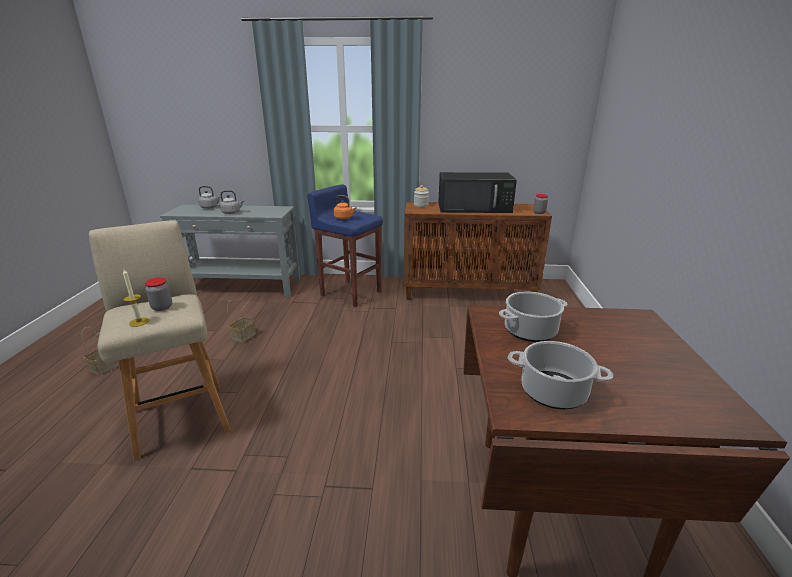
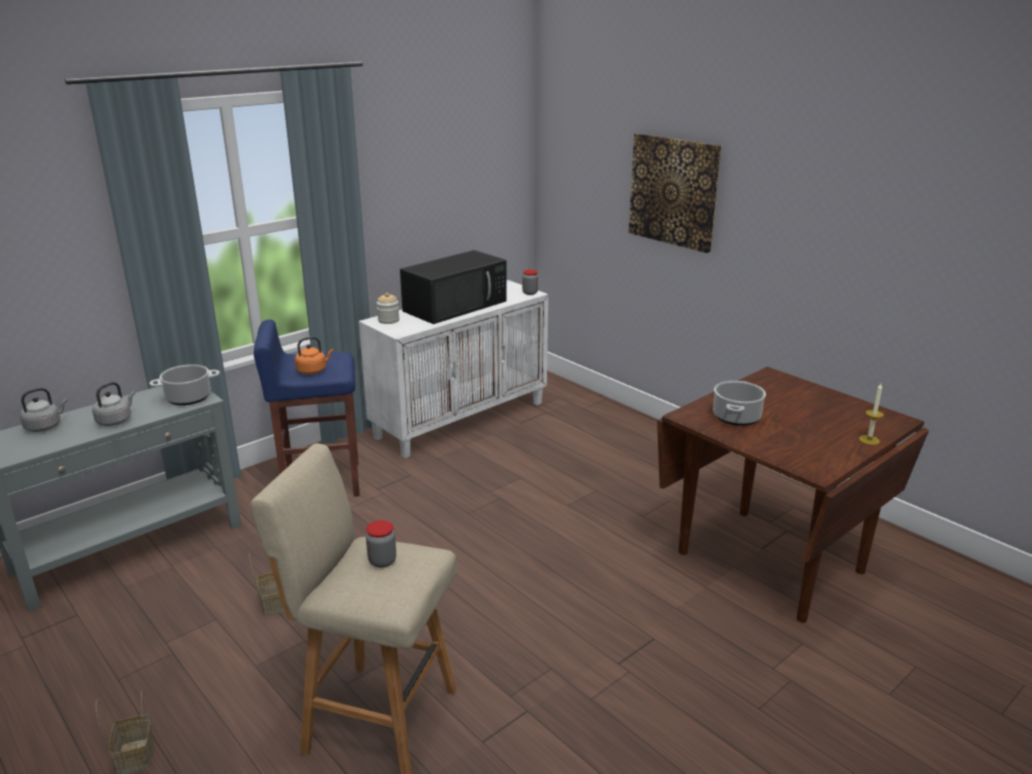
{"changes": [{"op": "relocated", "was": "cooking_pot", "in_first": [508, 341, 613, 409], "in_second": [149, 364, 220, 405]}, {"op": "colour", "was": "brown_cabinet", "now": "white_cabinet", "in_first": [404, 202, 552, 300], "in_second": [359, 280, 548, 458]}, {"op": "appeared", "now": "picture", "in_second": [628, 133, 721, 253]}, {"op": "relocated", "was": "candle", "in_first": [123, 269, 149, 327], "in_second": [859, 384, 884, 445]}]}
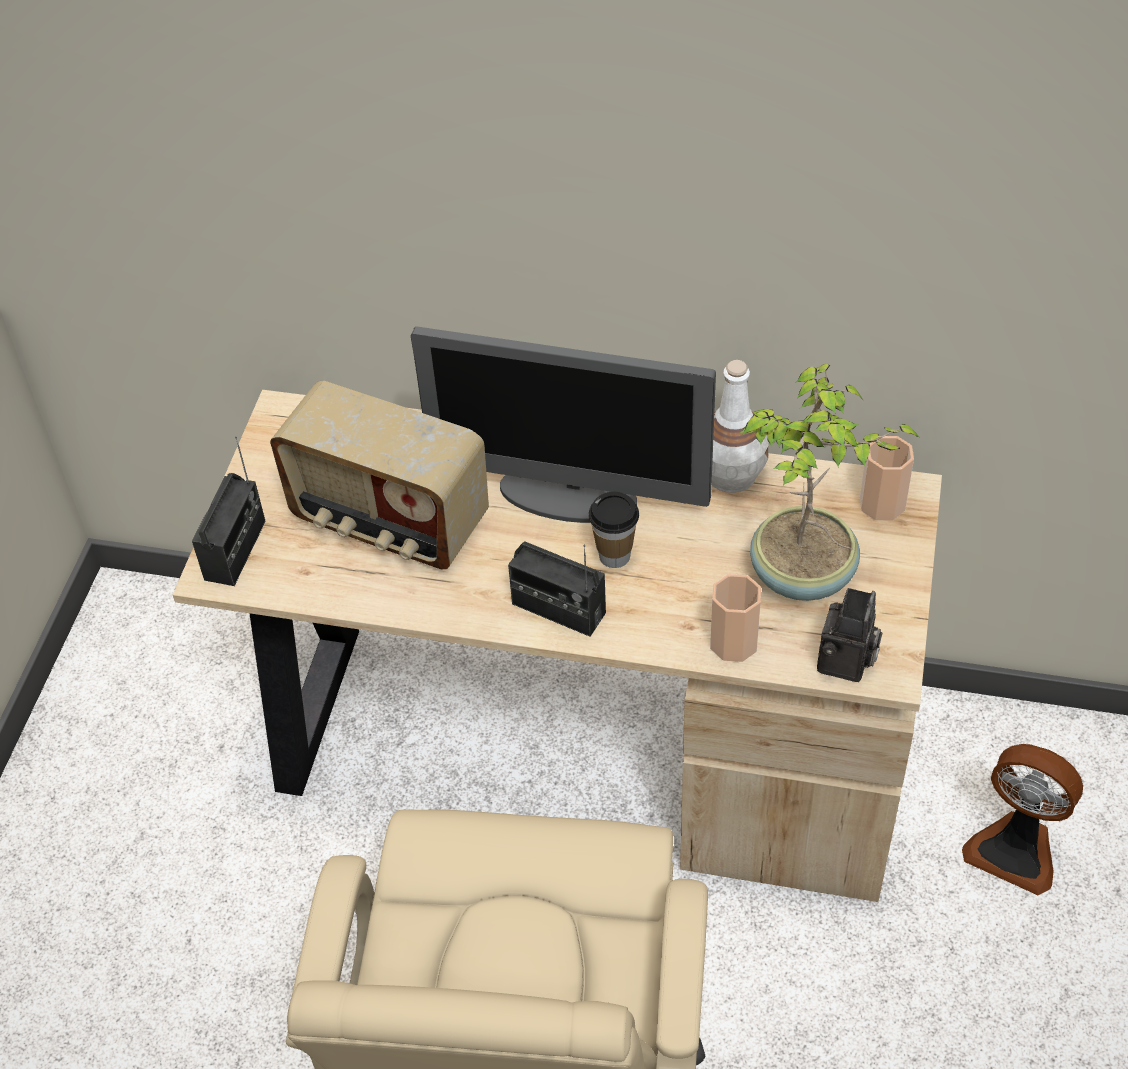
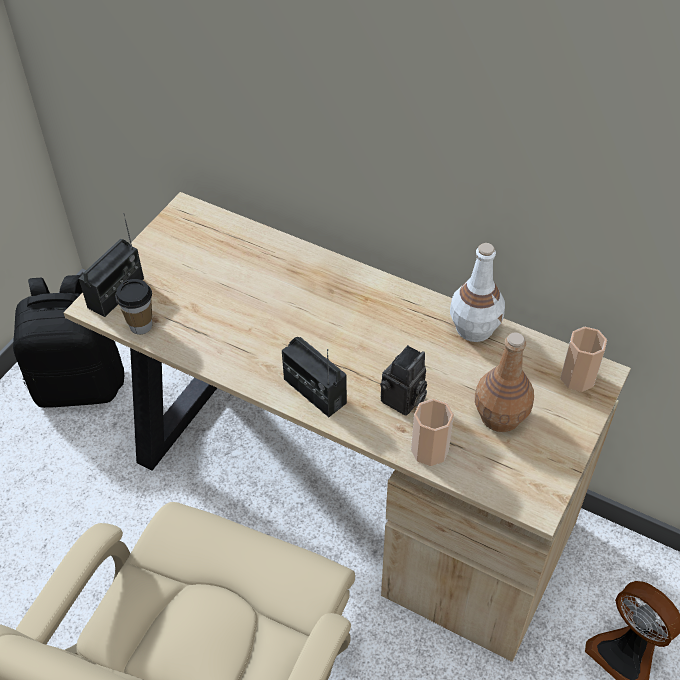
{"changes": [{"op": "appeared", "now": "black_backpack", "in_second": [13, 275, 124, 408]}, {"op": "relocated", "was": "cup", "in_first": [589, 492, 639, 568], "in_second": [115, 279, 152, 335]}, {"op": "relocated", "was": "photo_camera", "in_first": [817, 588, 882, 682], "in_second": [380, 345, 427, 416]}, {"op": "exchanged", "was": "potted_plant", "now": "brown_bottle", "in_first": [740, 364, 919, 601], "in_second": [475, 332, 534, 432]}, {"op": "missing", "was": "radio", "in_first": [270, 381, 489, 570]}, {"op": "missing", "was": "monitor", "in_first": [411, 327, 716, 523]}]}
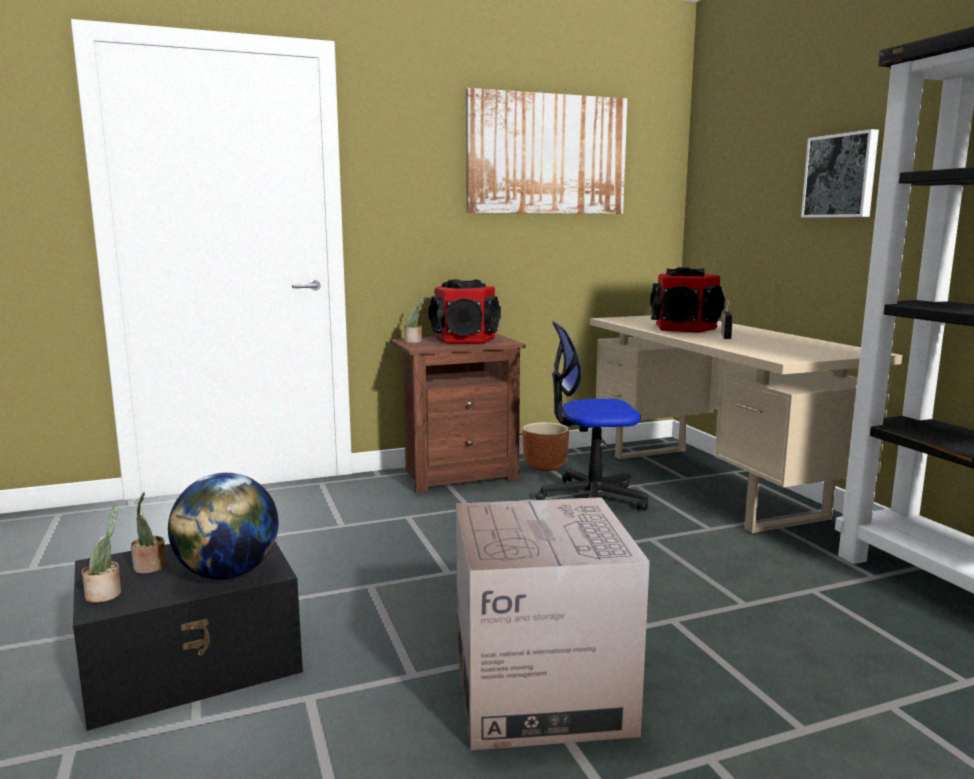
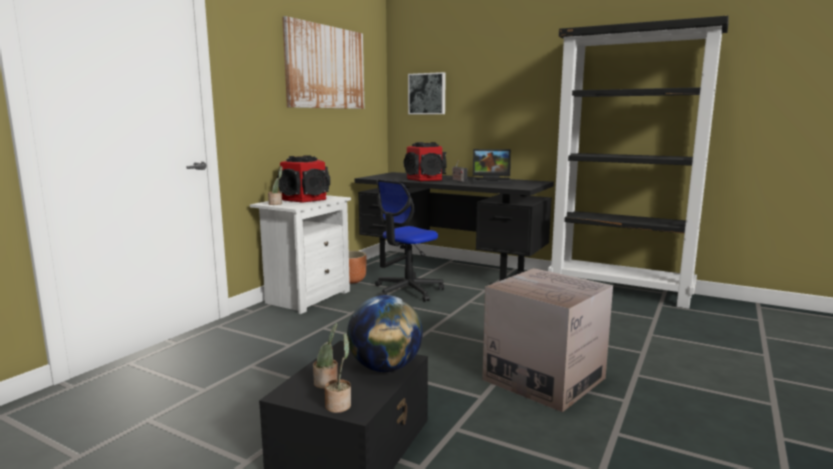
{"changes": [{"op": "colour", "was": "brown_nightstand", "now": "white_nightstand", "in_first": [390, 333, 526, 493], "in_second": [250, 195, 351, 314]}, {"op": "colour", "was": "beige_desk", "now": "black_desk", "in_first": [590, 315, 902, 534], "in_second": [355, 172, 554, 281]}, {"op": "relocated", "was": "picture", "in_first": [801, 129, 879, 218], "in_second": [408, 72, 446, 114]}, {"op": "appeared", "now": "laptop", "in_second": [473, 149, 512, 184]}]}
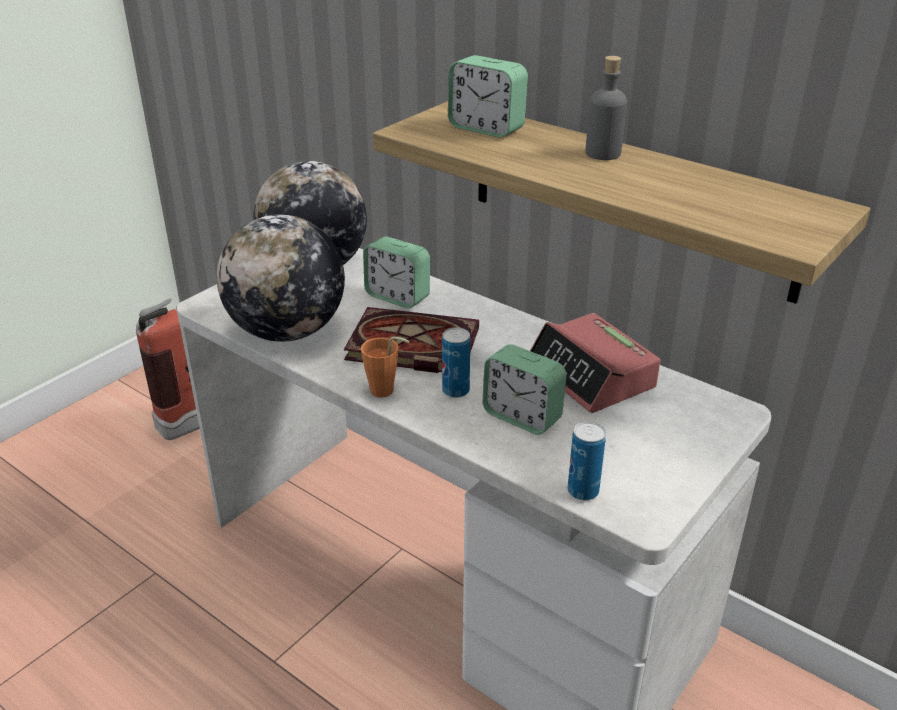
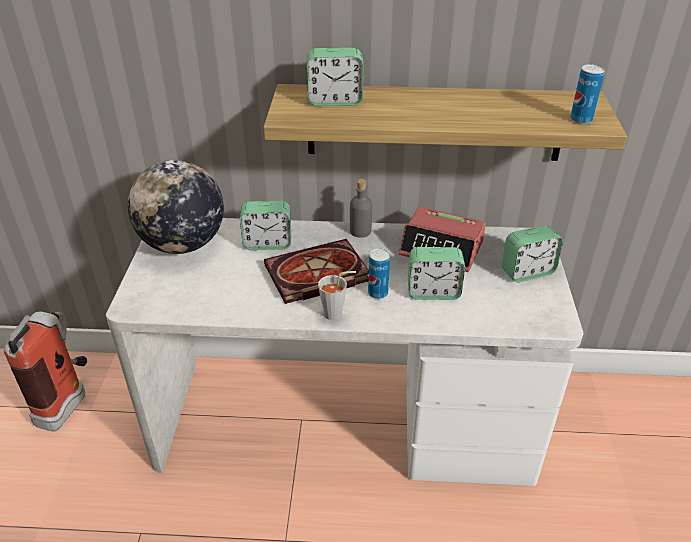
{"changes": [{"op": "colour", "was": "orange_cup", "now": "grey_cup", "in_first": [361, 337, 409, 398], "in_second": [318, 271, 356, 320]}, {"op": "relocated", "was": "grey_bottle", "in_first": [585, 56, 627, 160], "in_second": [350, 179, 372, 238]}, {"op": "appeared", "now": "alarm_clock", "in_second": [502, 225, 563, 282]}, {"op": "relocated", "was": "can", "in_first": [568, 421, 606, 500], "in_second": [570, 64, 605, 124]}, {"op": "missing", "was": "globe", "in_first": [217, 215, 345, 342]}]}
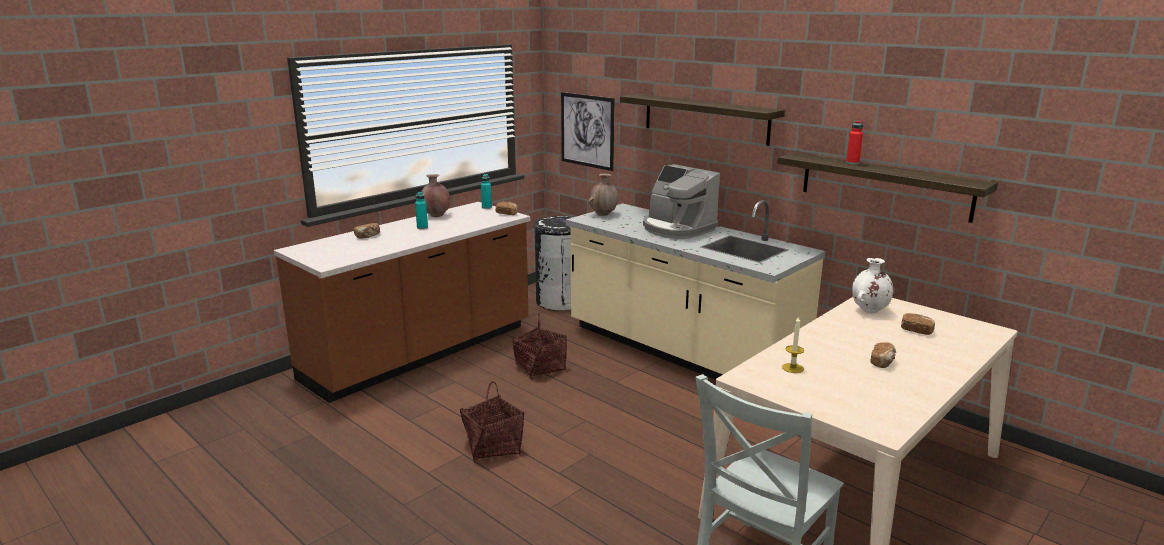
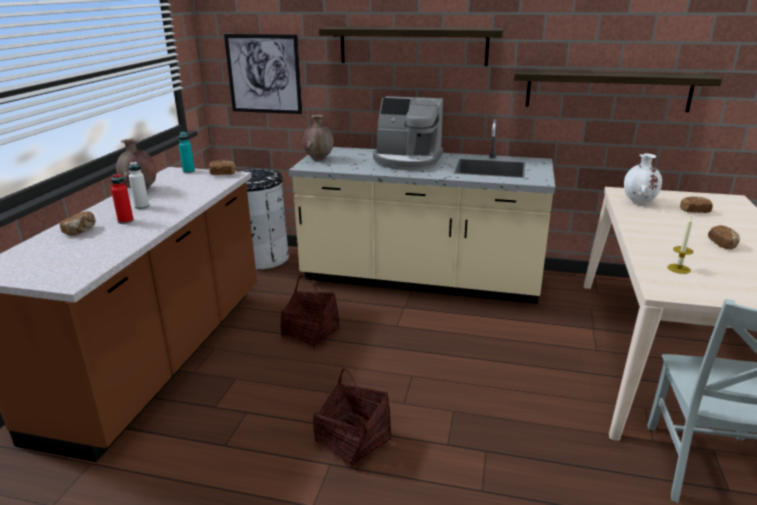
{"changes": [{"op": "relocated", "was": "red_bottle", "in_first": [846, 121, 863, 164], "in_second": [111, 174, 134, 224]}, {"op": "colour", "was": "turquoise_bottle", "now": "white_bottle", "in_first": [415, 192, 428, 229], "in_second": [128, 161, 149, 209]}]}
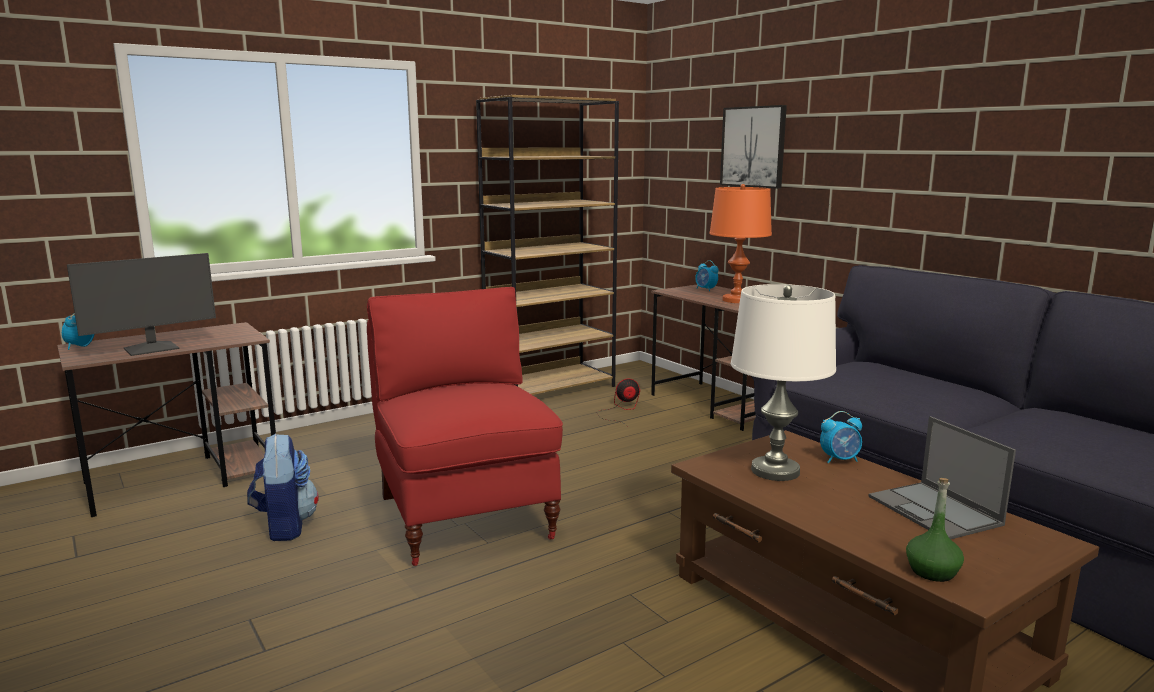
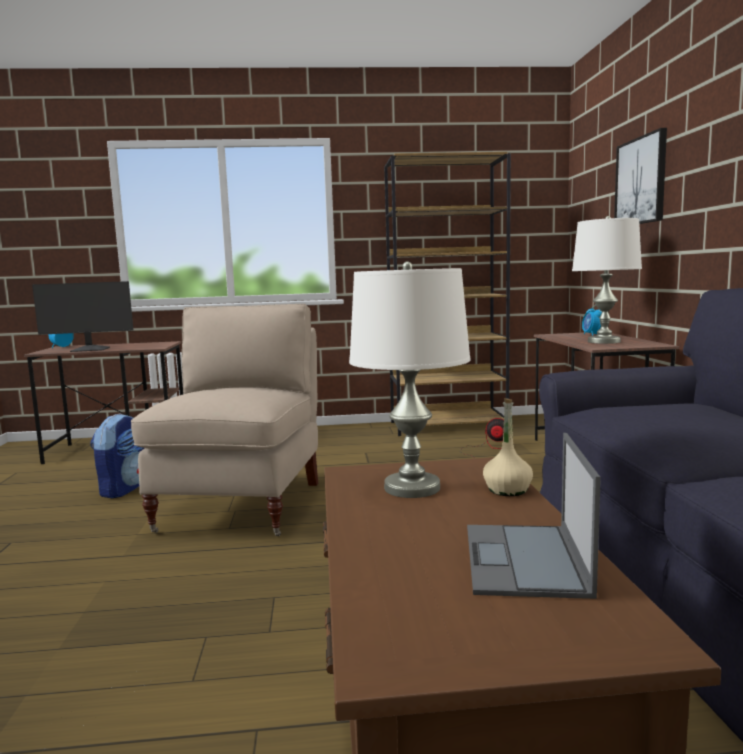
{"changes": [{"op": "colour", "was": "red_chair", "now": "beige_chair", "in_first": [367, 287, 563, 566], "in_second": [131, 304, 318, 536]}, {"op": "exchanged", "was": "alarm_clock", "now": "beige_bottle", "in_first": [820, 411, 862, 464], "in_second": [483, 398, 533, 496]}, {"op": "colour", "was": "orange_table_lamp", "now": "white_table_lamp", "in_first": [710, 184, 772, 303], "in_second": [572, 216, 642, 344]}, {"op": "missing", "was": "green_bottle", "in_first": [906, 478, 964, 582]}]}
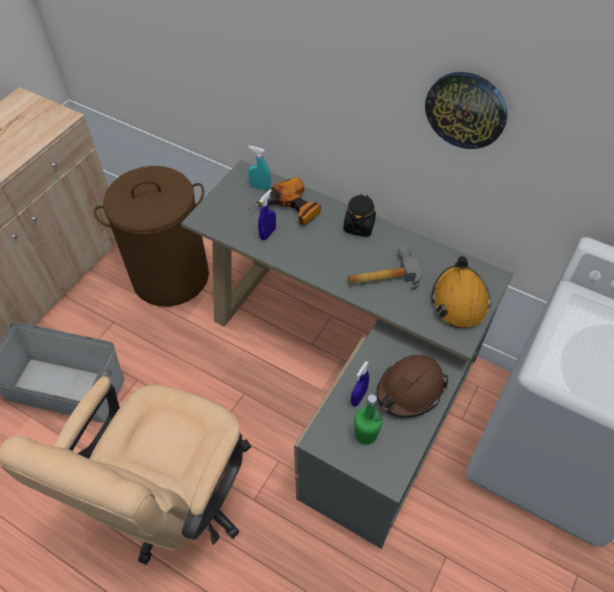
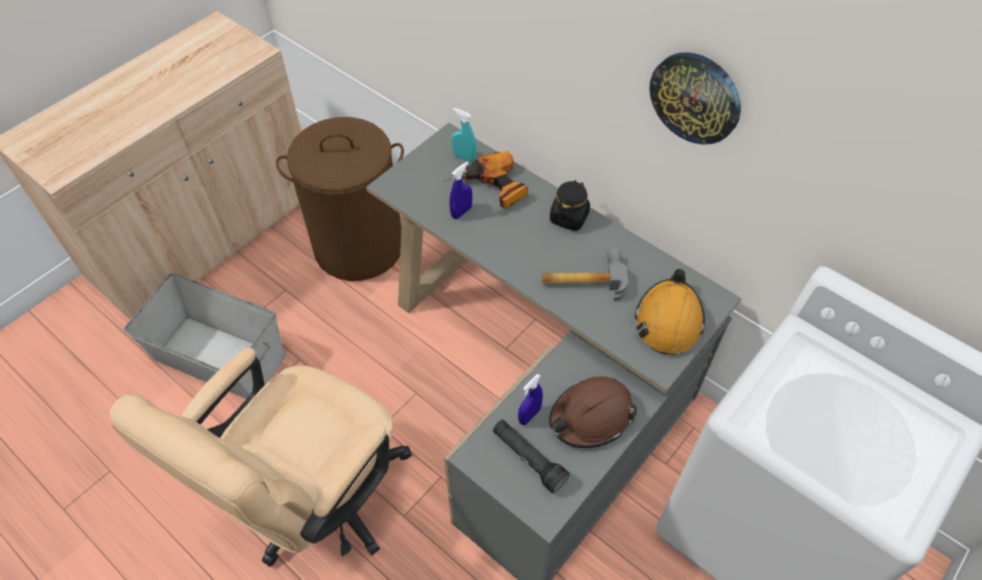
{"changes": [{"op": "exchanged", "was": "green_bottle", "now": "black_flashlight", "in_first": [354, 394, 383, 445], "in_second": [493, 420, 570, 493]}]}
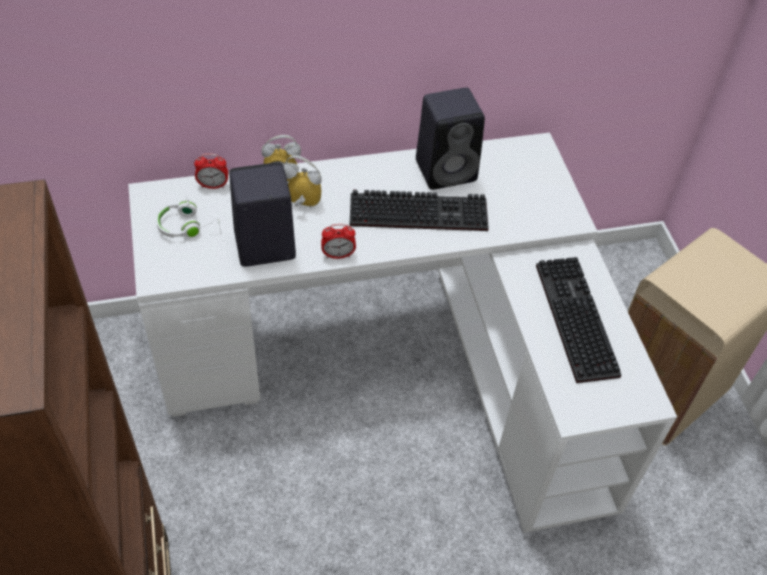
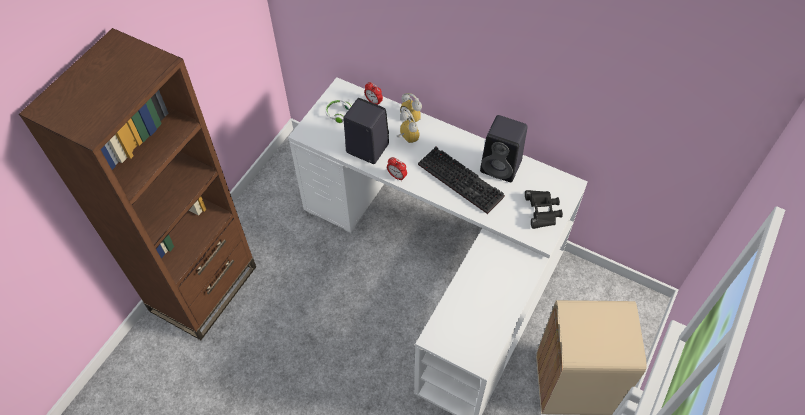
{"changes": [{"op": "appeared", "now": "black_binoculars", "in_second": [525, 190, 563, 229]}, {"op": "missing", "was": "keyboard", "in_first": [536, 257, 622, 383]}]}
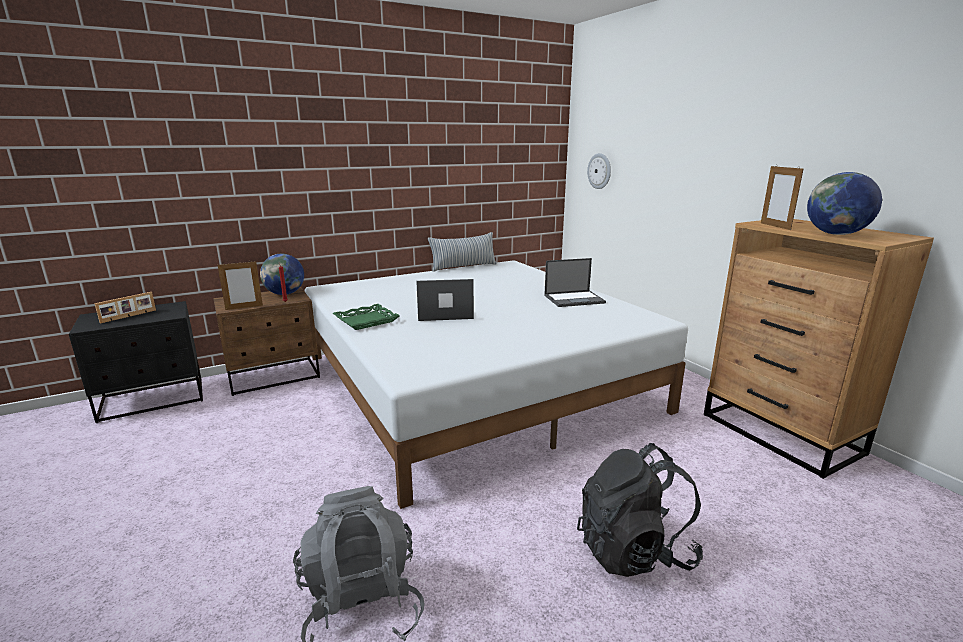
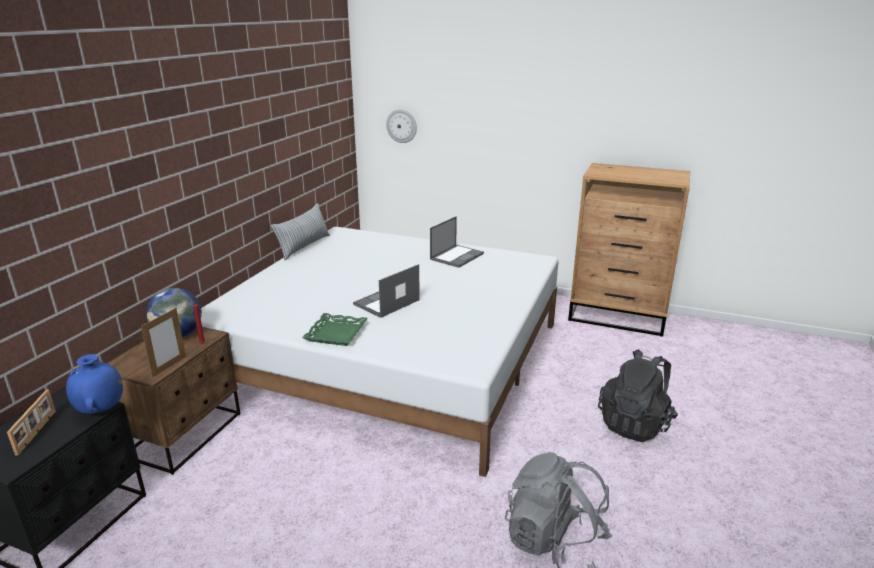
{"changes": [{"op": "appeared", "now": "blue_vase", "in_second": [66, 354, 123, 413]}, {"op": "missing", "was": "picture_frame", "in_first": [761, 164, 803, 230]}, {"op": "missing", "was": "globe", "in_first": [807, 172, 882, 235]}]}
